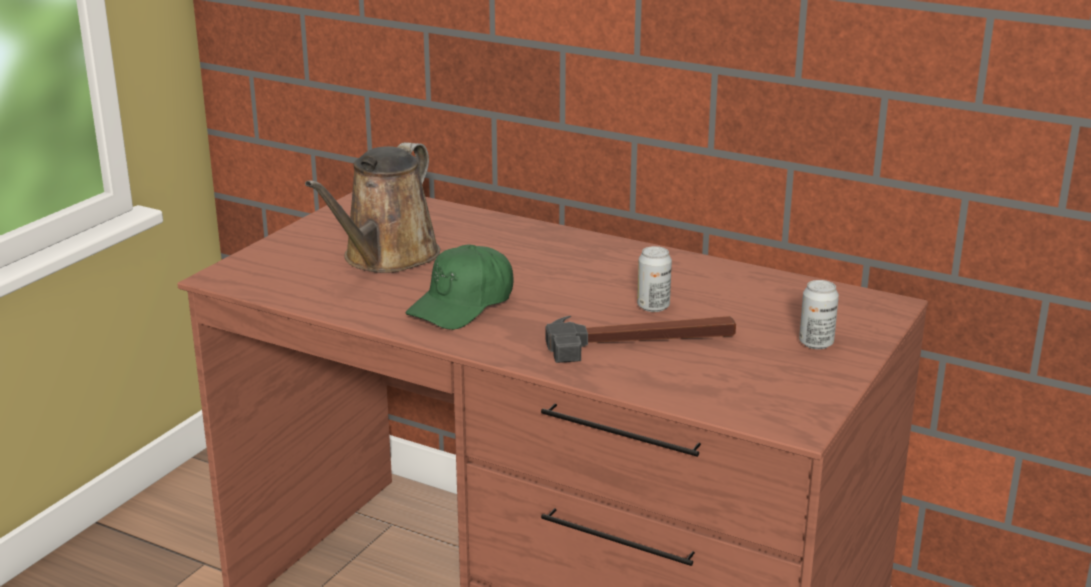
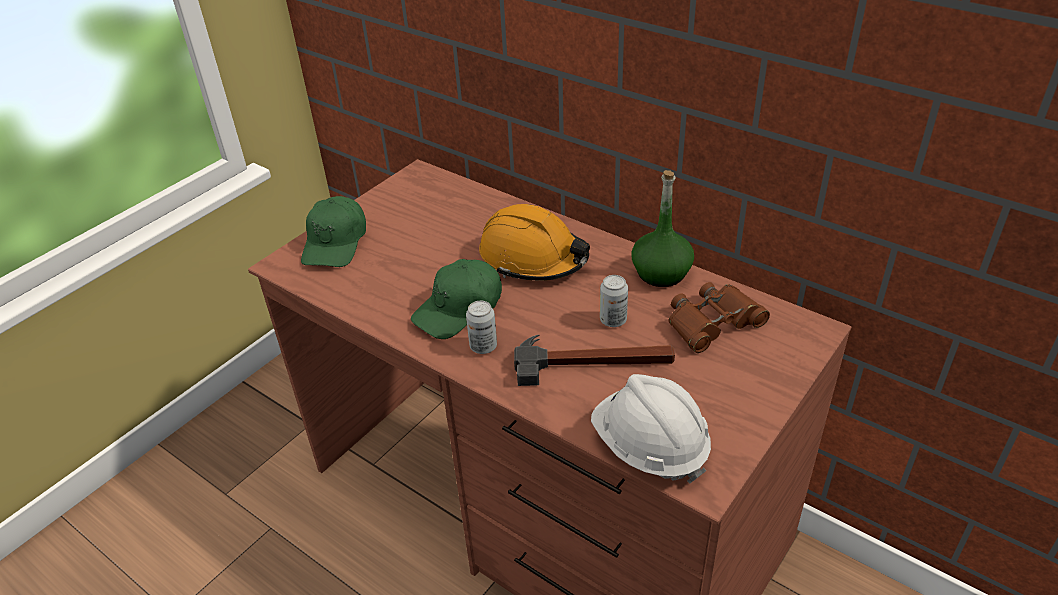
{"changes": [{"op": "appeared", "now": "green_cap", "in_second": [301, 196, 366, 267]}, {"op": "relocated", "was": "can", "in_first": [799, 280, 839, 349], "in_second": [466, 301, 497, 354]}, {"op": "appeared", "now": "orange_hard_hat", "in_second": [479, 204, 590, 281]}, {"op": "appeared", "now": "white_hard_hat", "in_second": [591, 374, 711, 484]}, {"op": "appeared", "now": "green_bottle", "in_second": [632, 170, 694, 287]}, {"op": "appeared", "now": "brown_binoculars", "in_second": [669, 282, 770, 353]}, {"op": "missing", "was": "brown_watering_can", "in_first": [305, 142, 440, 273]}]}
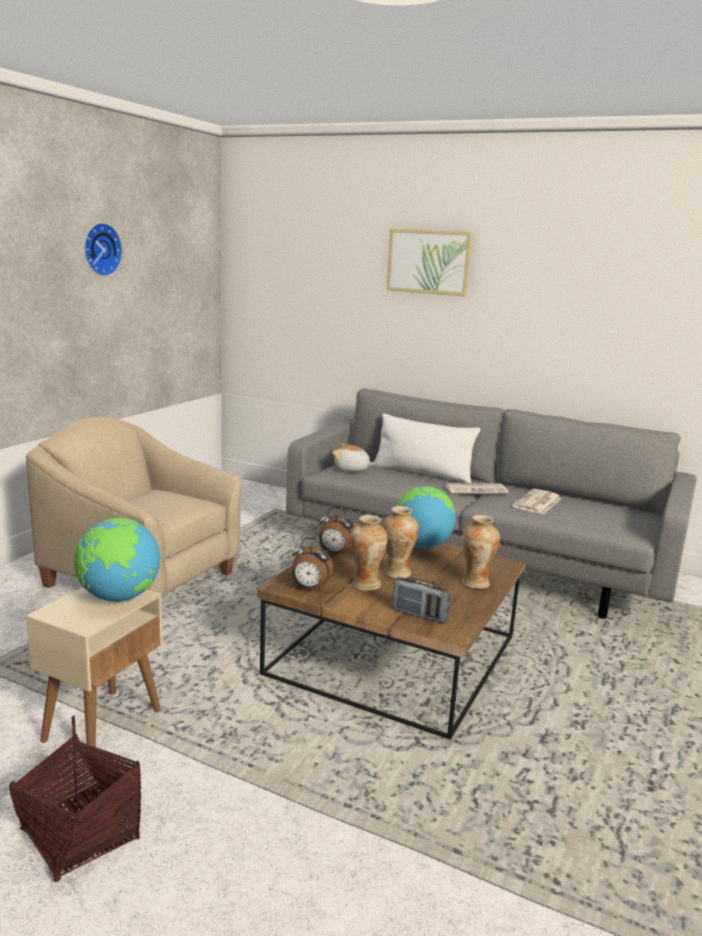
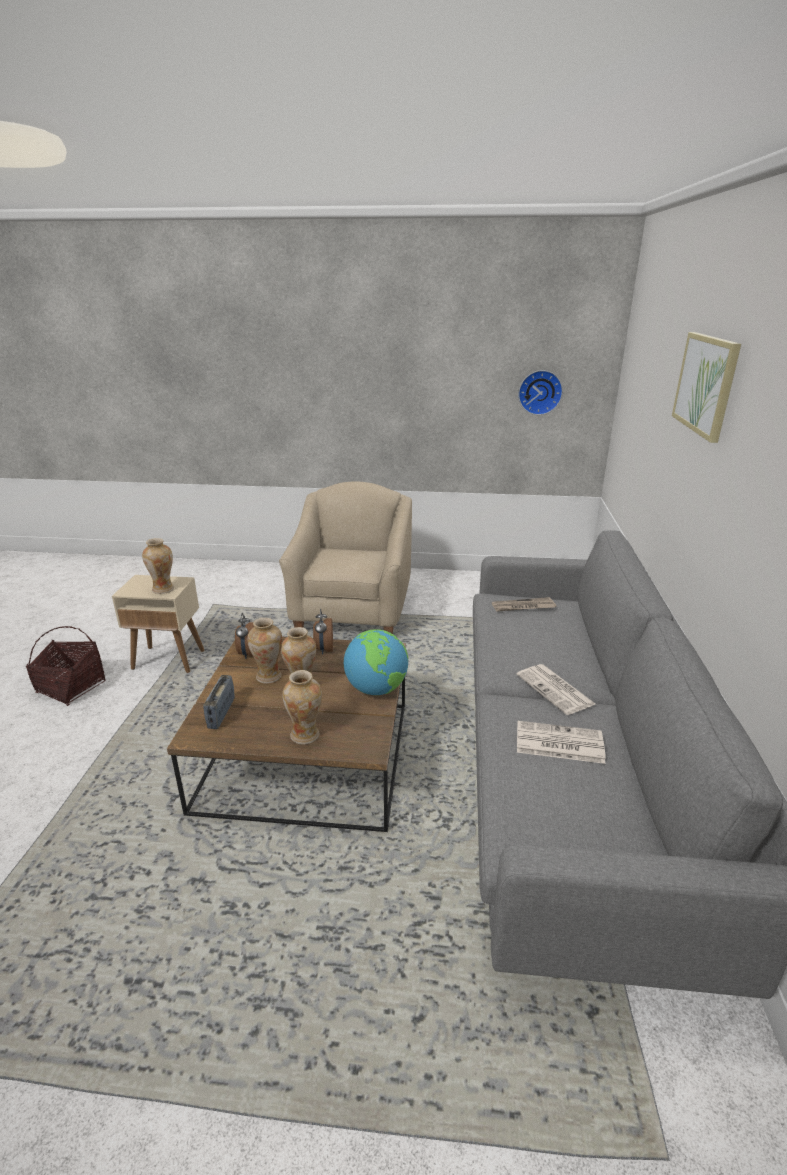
{"changes": [{"op": "exchanged", "was": "globe", "now": "vase", "in_first": [74, 518, 160, 602], "in_second": [142, 538, 174, 594]}, {"op": "exchanged", "was": "plush_toy", "now": "newspaper", "in_first": [333, 444, 375, 472], "in_second": [492, 597, 556, 612]}, {"op": "relocated", "was": "wall_clock", "in_first": [84, 223, 123, 277], "in_second": [518, 370, 563, 415]}, {"op": "missing", "was": "white_pillow", "in_first": [373, 413, 480, 483]}]}
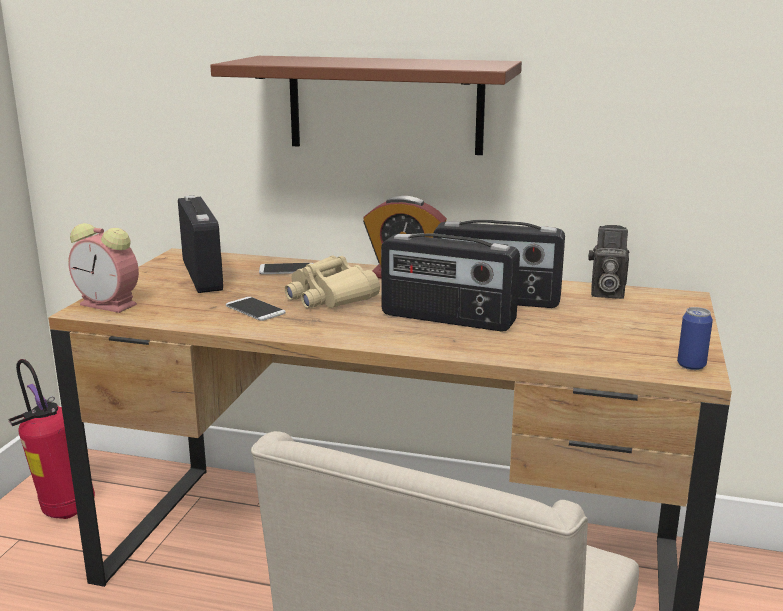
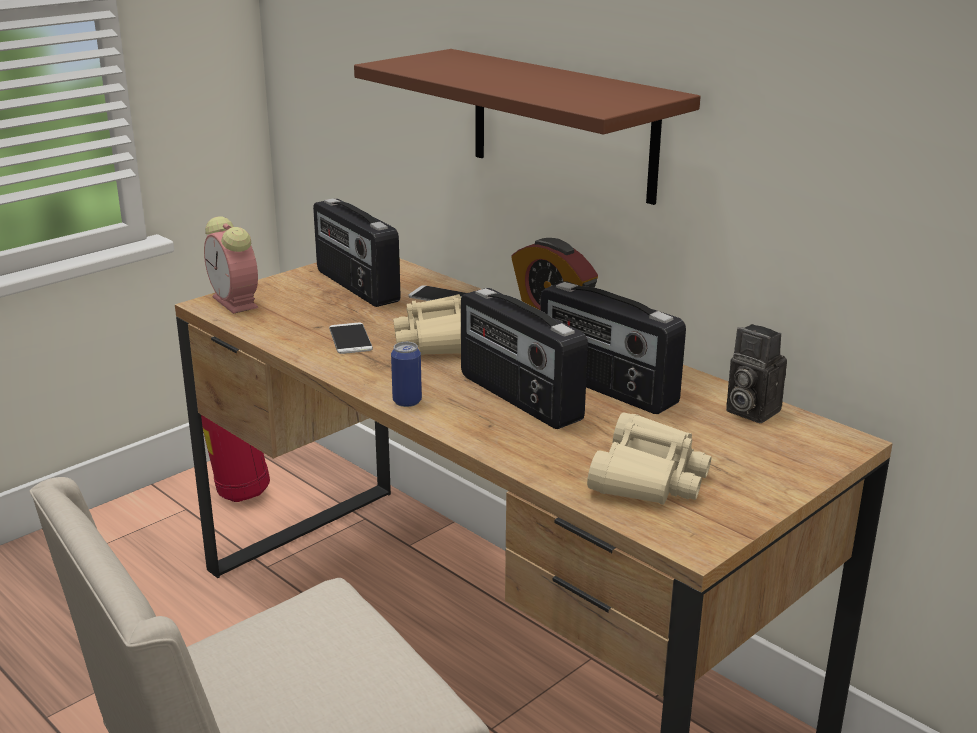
{"changes": [{"op": "spun", "was": "radio", "in_first": [178, 196, 223, 293], "in_second": [313, 198, 401, 307], "clockwise": 135}, {"op": "relocated", "was": "can", "in_first": [677, 307, 713, 370], "in_second": [391, 342, 422, 407]}, {"op": "appeared", "now": "beige_binoculars", "in_second": [587, 413, 712, 505]}]}
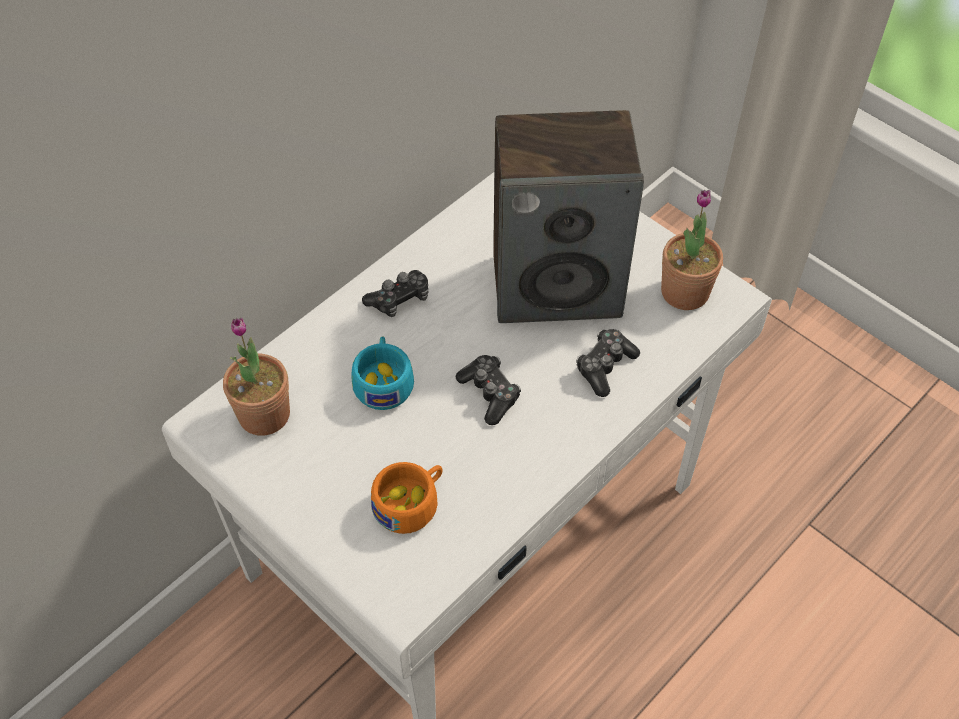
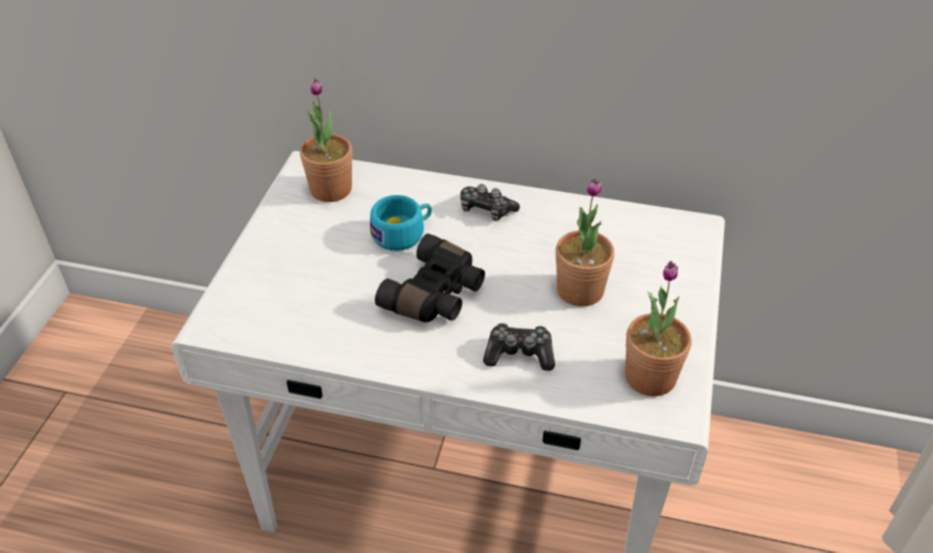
{"changes": [{"op": "exchanged", "was": "game_controller", "now": "black_binoculars", "in_first": [455, 355, 521, 425], "in_second": [375, 234, 485, 322]}, {"op": "exchanged", "was": "speaker", "now": "potted_plant", "in_first": [493, 110, 644, 323], "in_second": [556, 178, 615, 307]}, {"op": "missing", "was": "orange_cup", "in_first": [371, 462, 443, 534]}]}
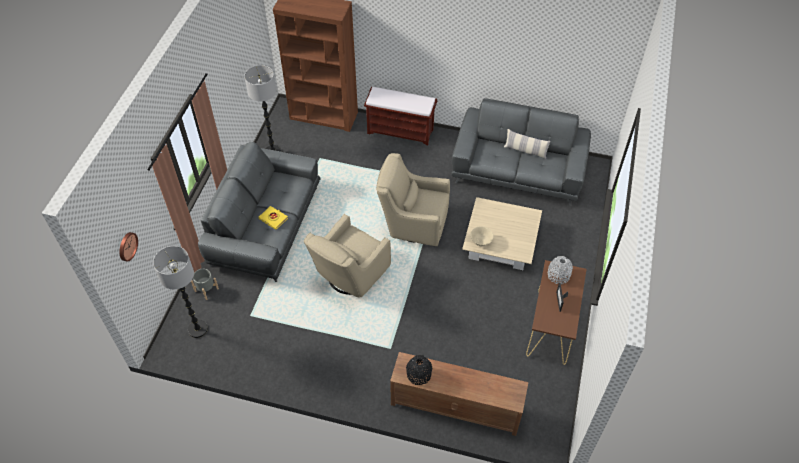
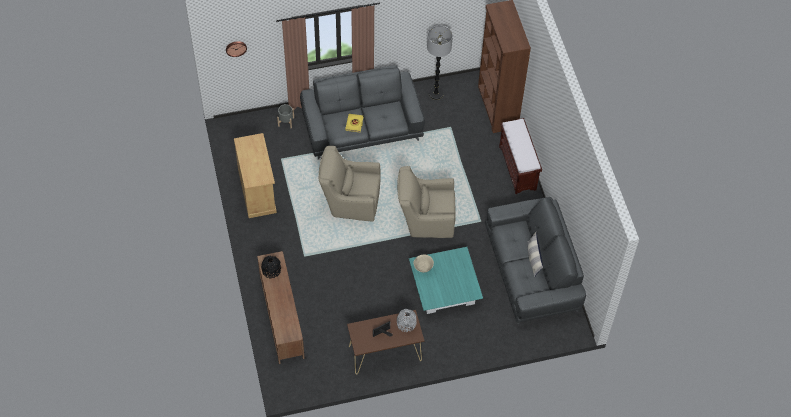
{"changes": [{"op": "appeared", "now": "beige_cabinet", "in_second": [234, 133, 277, 218]}, {"op": "spun", "was": "beige_armchair", "in_first": [376, 153, 450, 246], "in_second": [397, 166, 455, 238], "clockwise": -75}, {"op": "colour", "was": "beige_coffee_table", "now": "turquoise_coffee_table", "in_first": [462, 197, 542, 270], "in_second": [409, 247, 483, 314]}, {"op": "missing", "was": "floor_lamp", "in_first": [153, 246, 208, 338]}]}
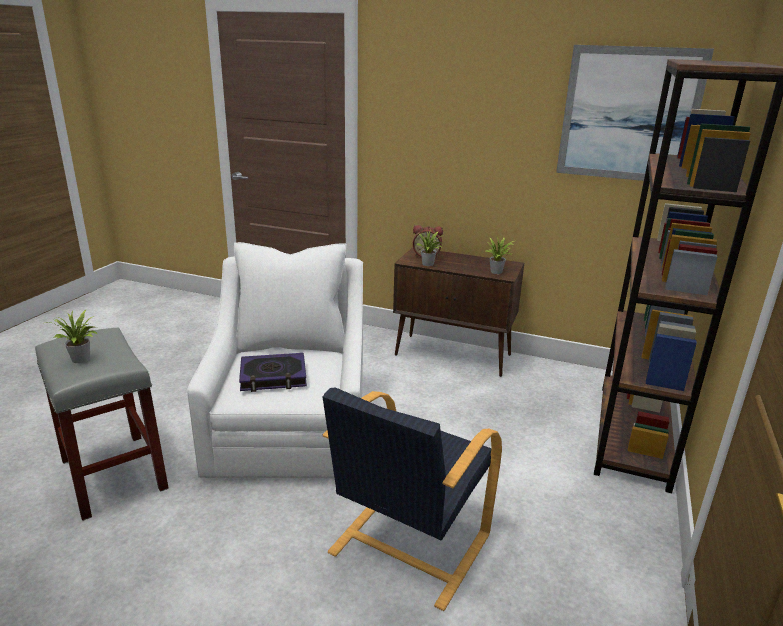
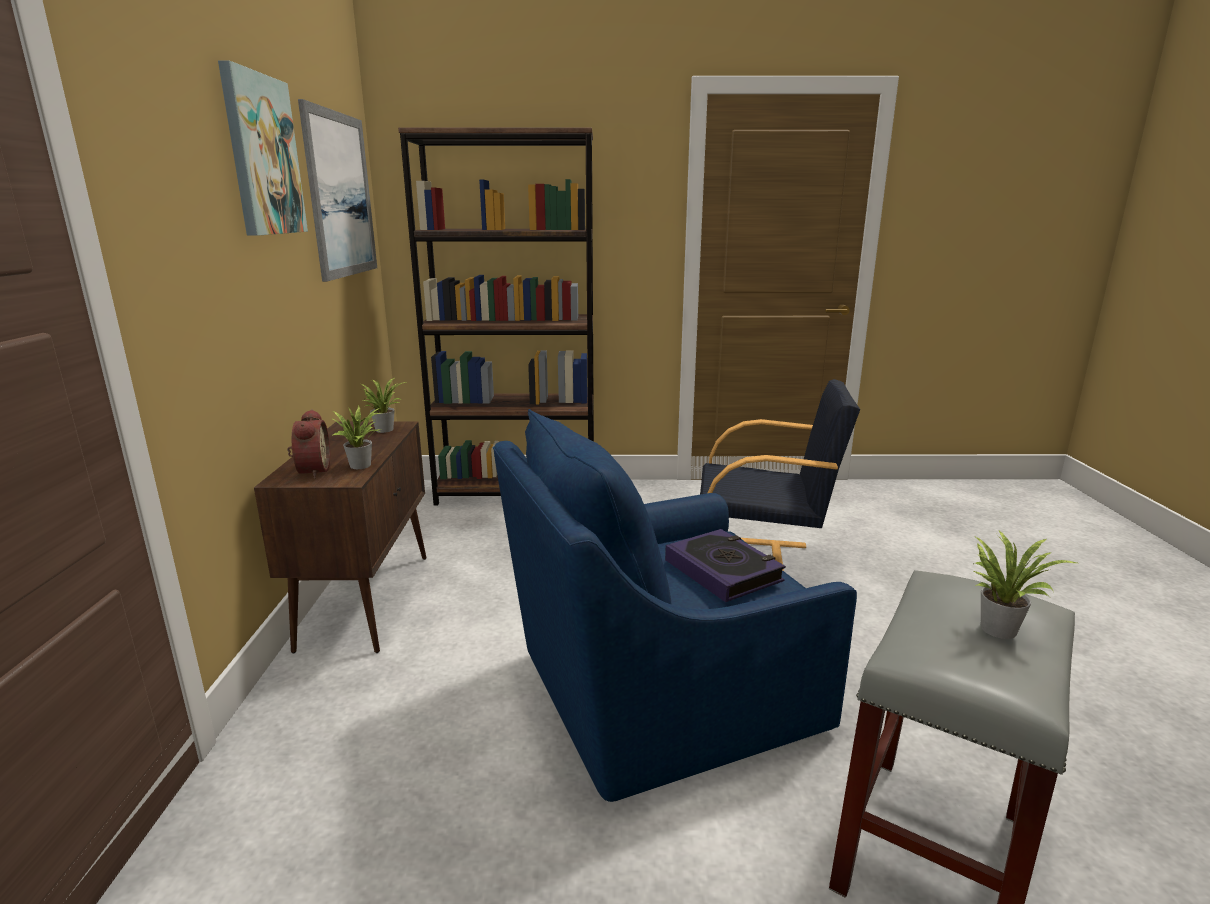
{"changes": [{"op": "appeared", "now": "picture", "in_second": [218, 61, 308, 236]}, {"op": "colour", "was": "white_armchair", "now": "blue_armchair", "in_first": [187, 242, 363, 478], "in_second": [493, 409, 857, 802]}]}
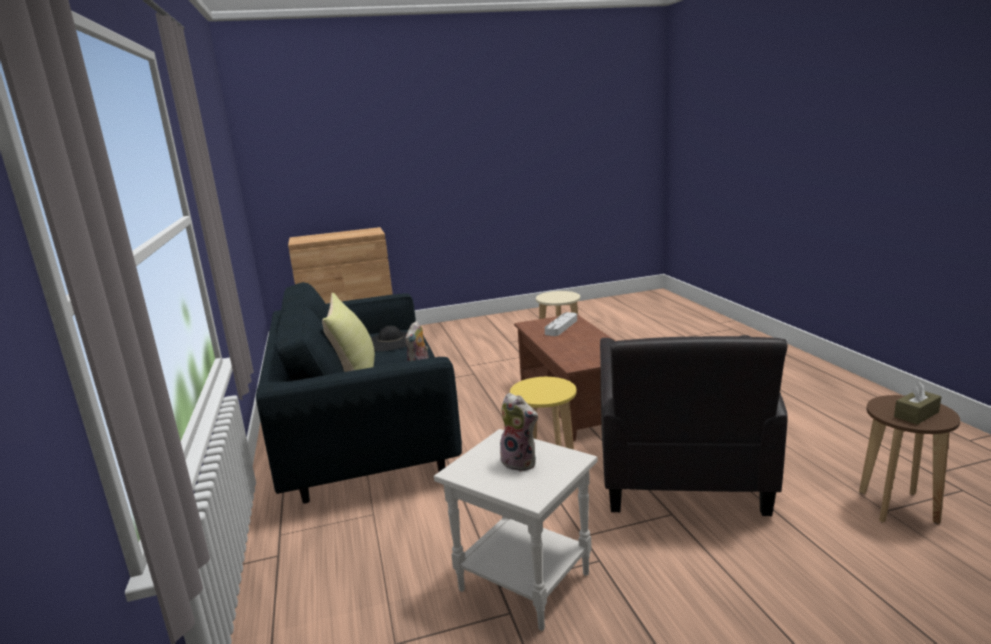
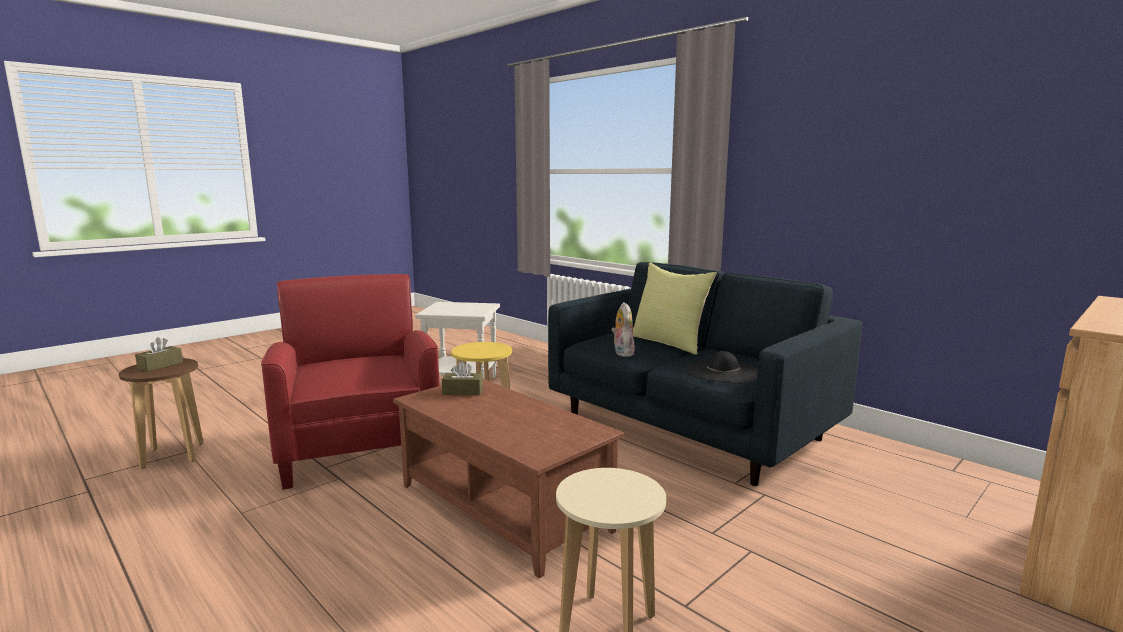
{"changes": [{"op": "colour", "was": "black_armchair", "now": "red_armchair", "in_first": [600, 335, 788, 516], "in_second": [261, 274, 440, 489]}, {"op": "appeared", "now": "brown_tissue_box", "in_second": [442, 361, 483, 395]}, {"op": "missing", "was": "plush_toy", "in_first": [500, 393, 539, 472]}, {"op": "missing", "was": "grey_tray", "in_first": [545, 312, 577, 336]}]}
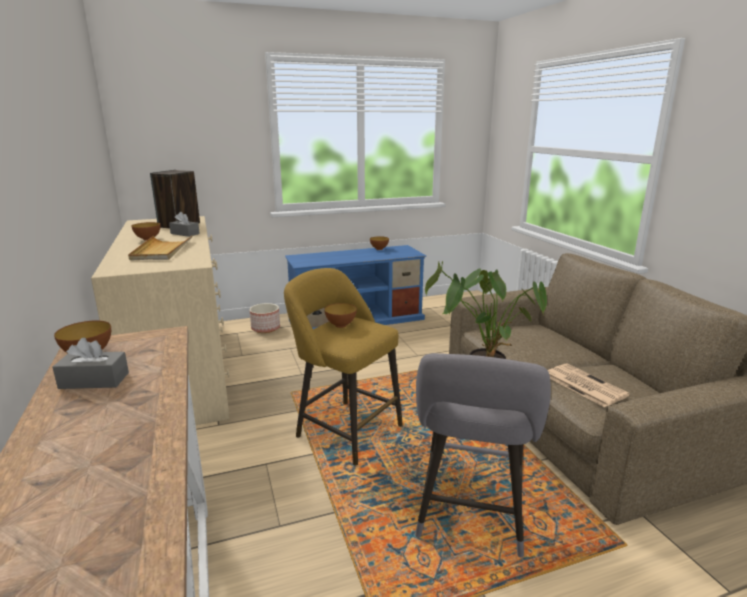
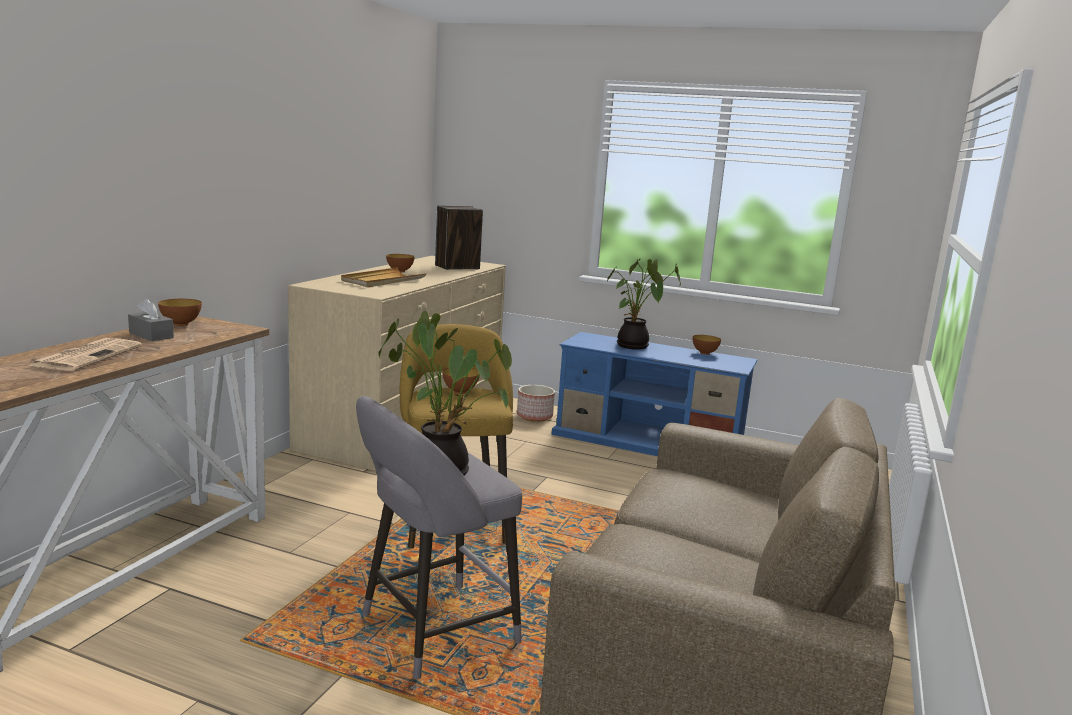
{"changes": [{"op": "relocated", "was": "newspaper", "in_first": [548, 363, 630, 407], "in_second": [28, 338, 142, 371]}, {"op": "appeared", "now": "potted_plant", "in_second": [607, 259, 681, 350]}, {"op": "missing", "was": "grey_tissue_box", "in_first": [169, 212, 200, 237]}]}
